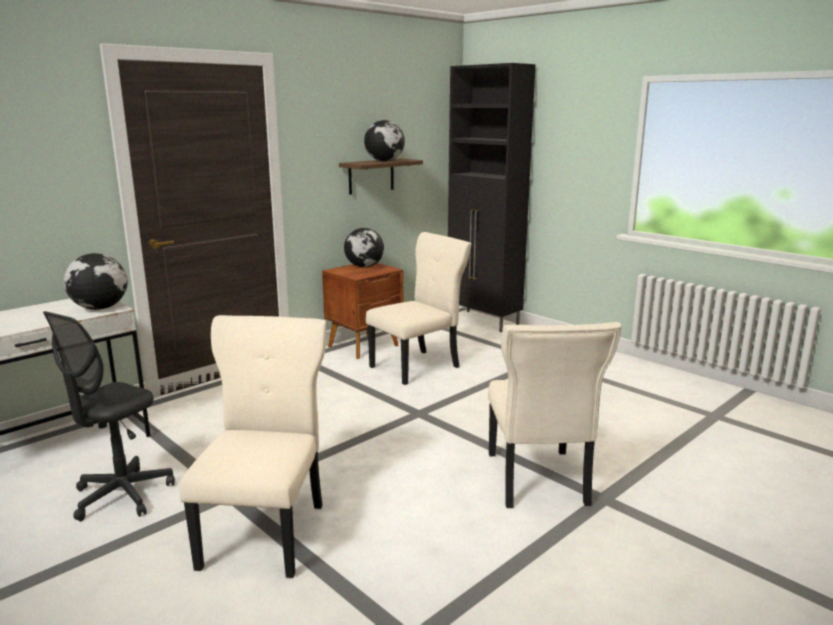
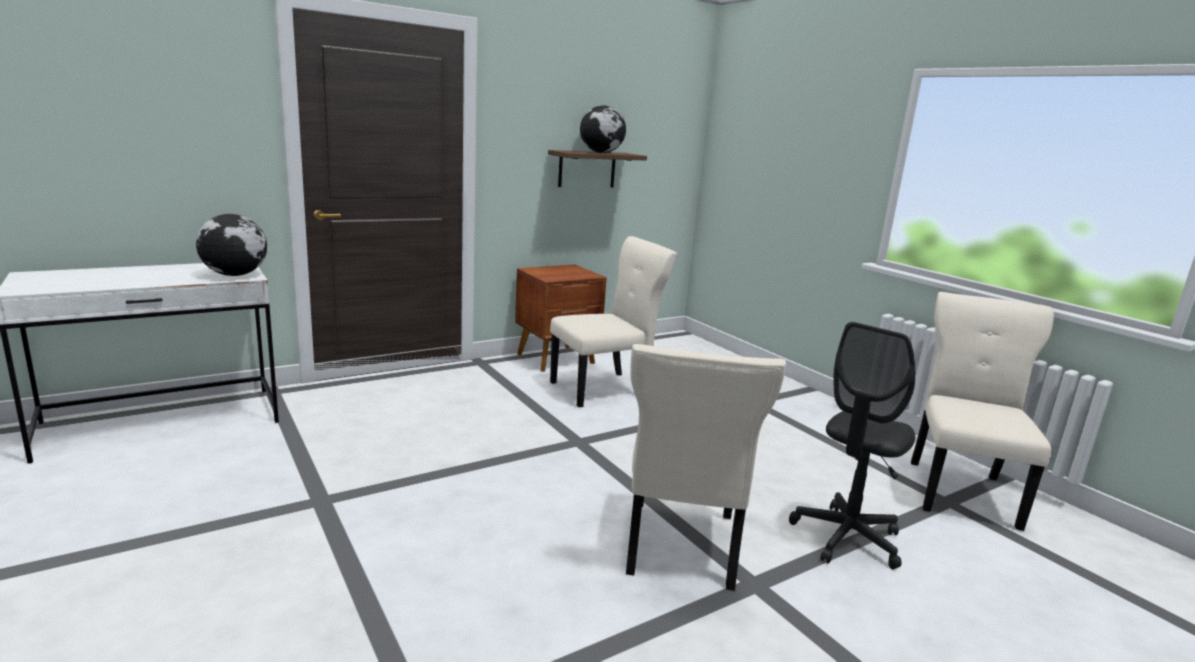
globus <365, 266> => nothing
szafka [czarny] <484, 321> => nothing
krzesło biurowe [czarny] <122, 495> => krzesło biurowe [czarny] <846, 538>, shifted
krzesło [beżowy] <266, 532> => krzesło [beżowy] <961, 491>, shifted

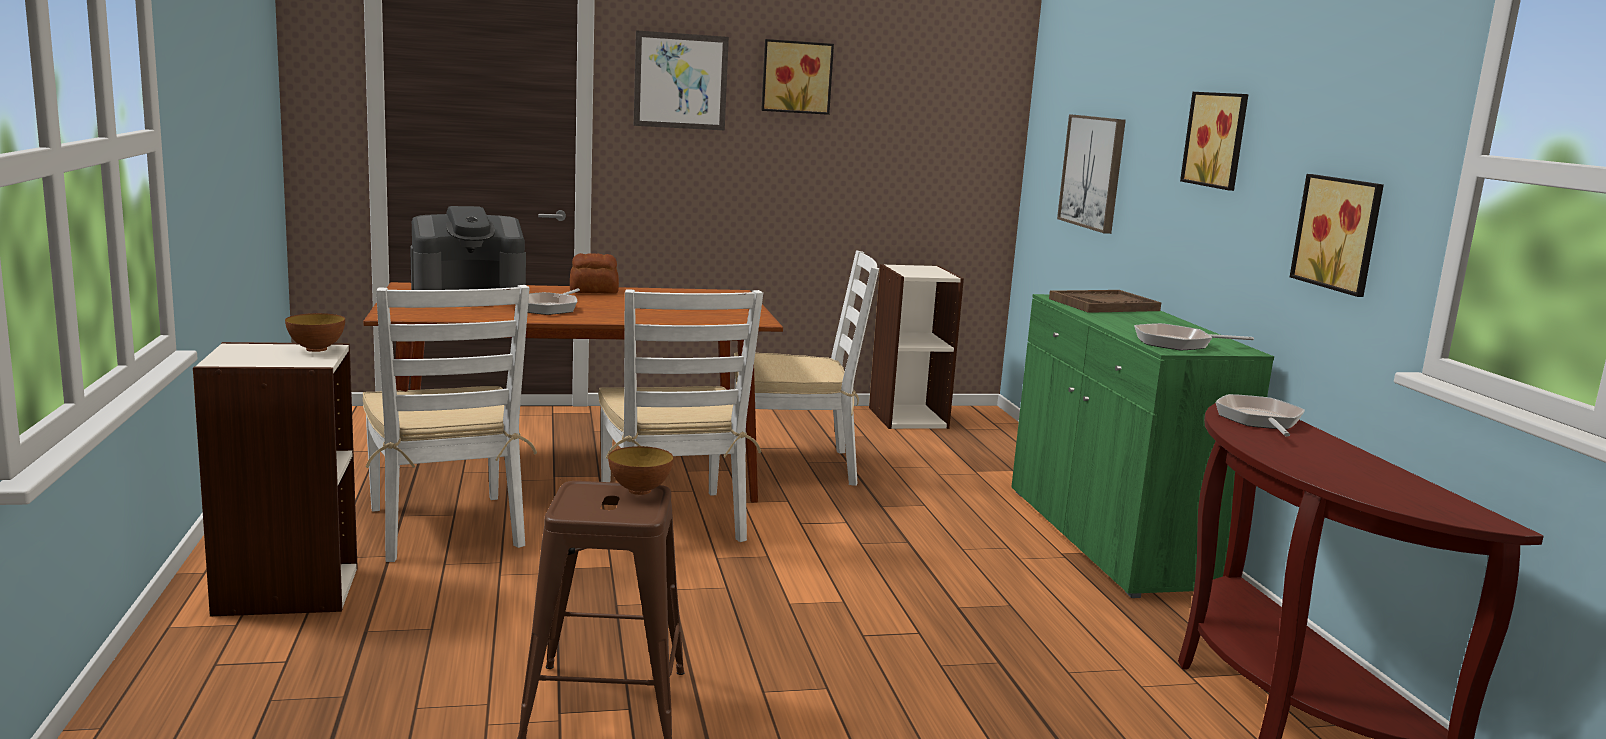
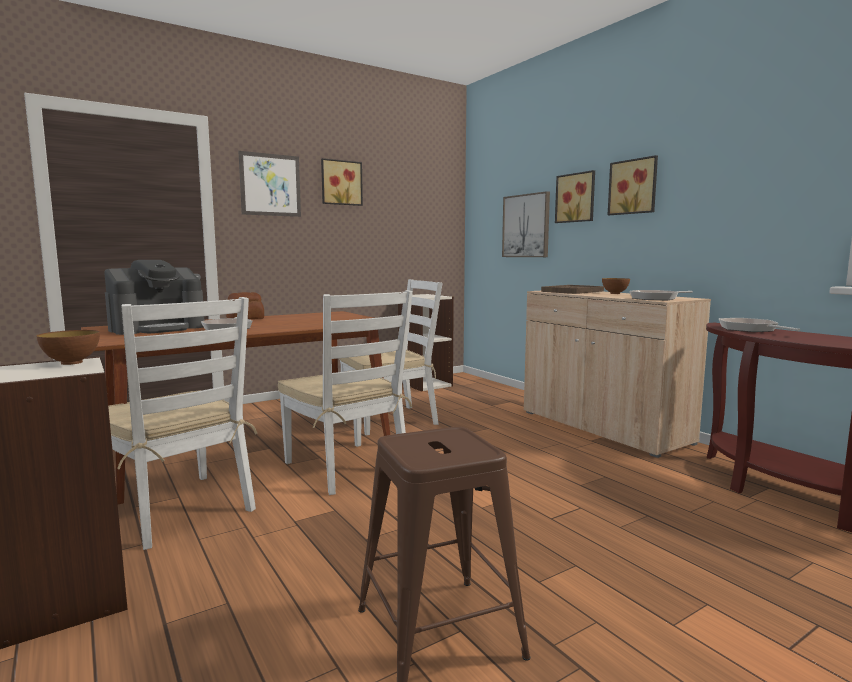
miska <640, 490> => miska <615, 293>, shifted
obraz <1341, 233> => obraz <576, 198>, shifted
szafka [zielony] <1111, 538> => szafka [beżowy] <602, 427>

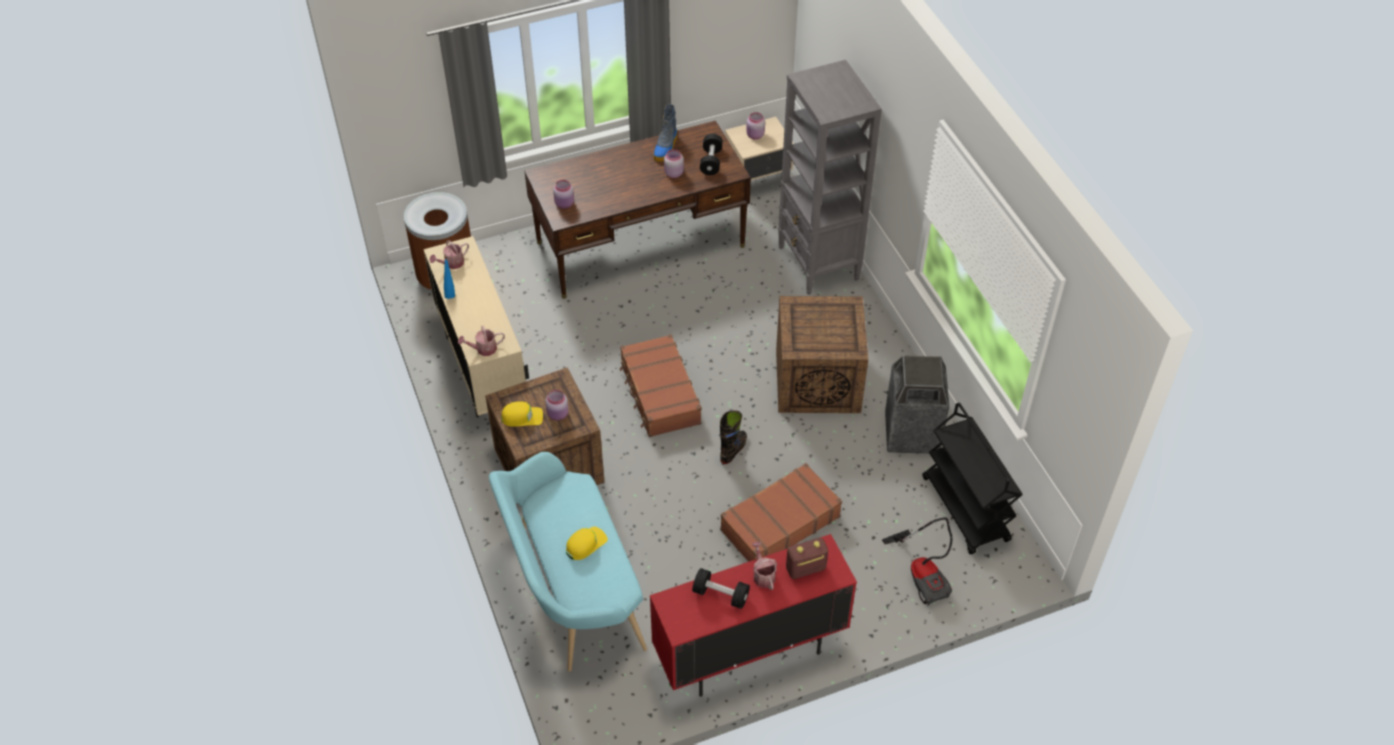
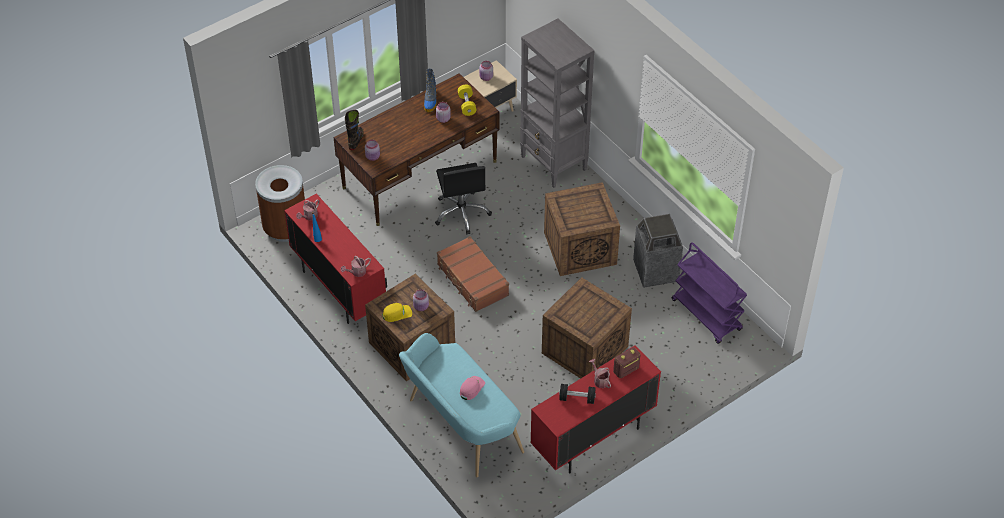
odkurzacz <923, 574> => nothing
nothing => krzesło biurowe [czarny] <462, 213>
but z cholewką [czarny] <733, 450> => but z cholewką [czarny] <356, 141>, shifted
walizka [brązowy] <779, 523> => skrzynka <585, 351>
szafka [beżowy] <483, 370> => szafka [czerwony] <339, 289>
czapka z daszkiem [żółty] <586, 544> => czapka z daszkiem [różowy] <471, 388>
hantel [czarny] <711, 161> => hantel [żółty] <467, 105>
wózek [czarny] <966, 510> => wózek [fioletowy] <707, 315>

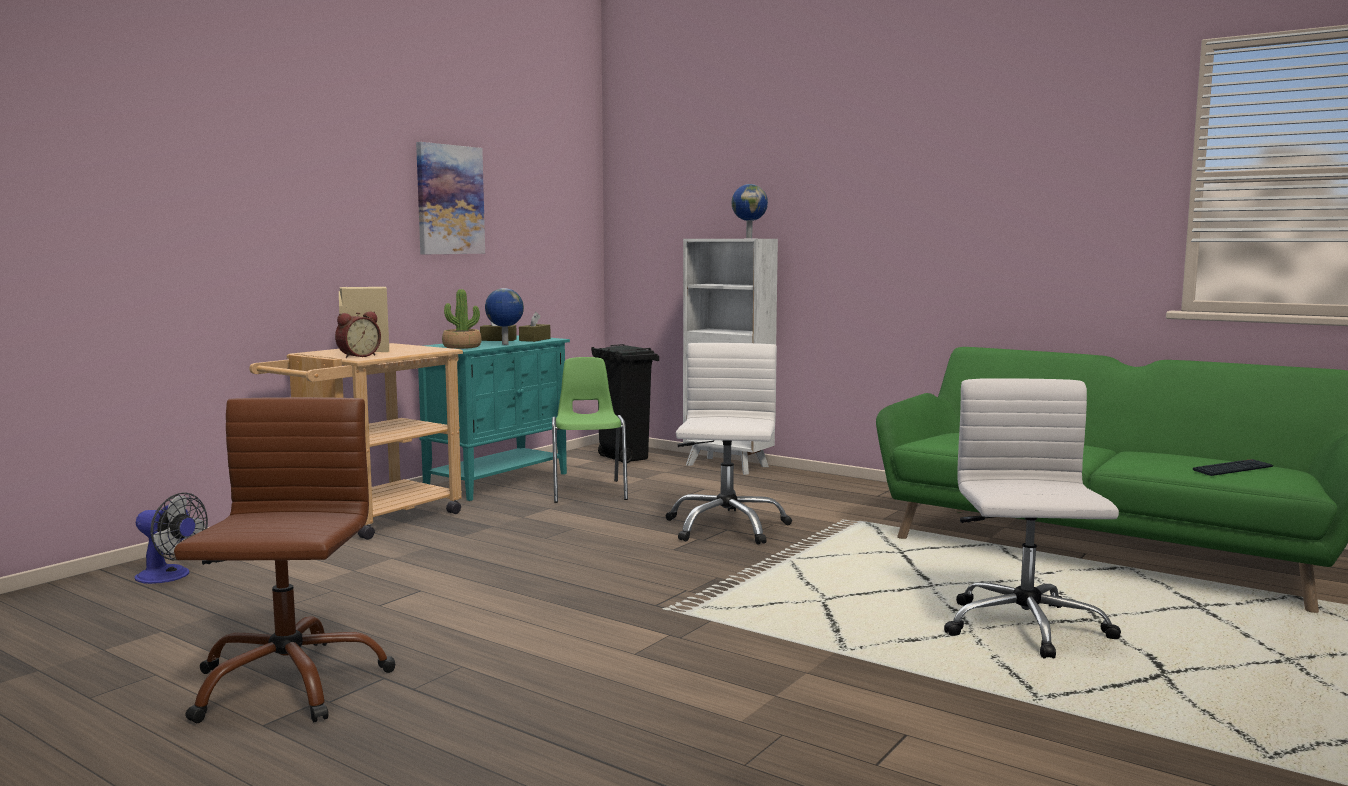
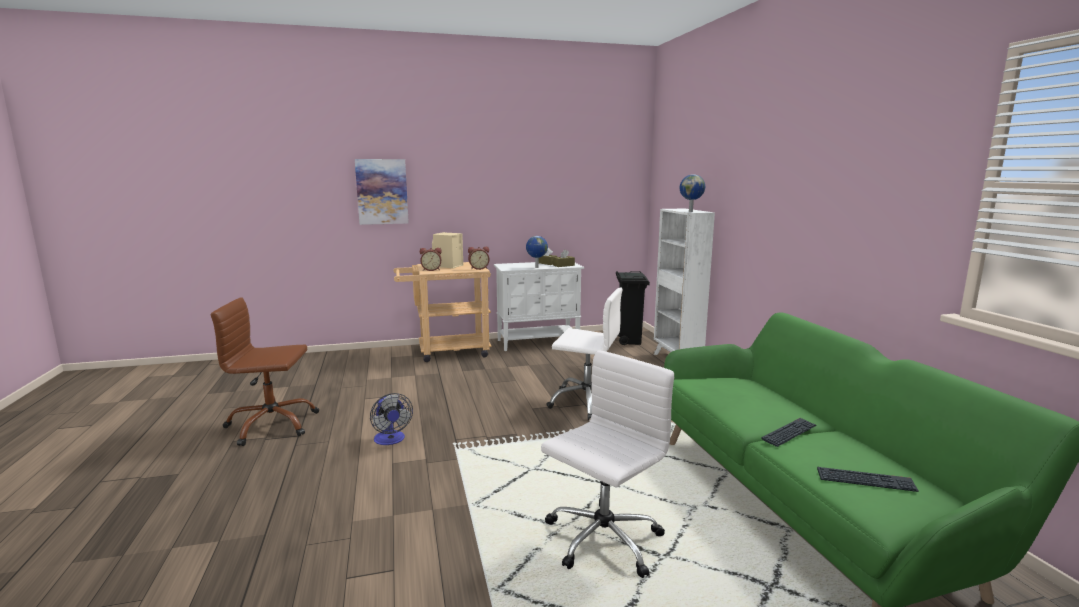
roślina doniczkowa <462, 347> => nothing
krzesło [zielony] <589, 491> => nothing
nothing => budzik <478, 268>
nothing => klawiatura <789, 433>
wentylator <170, 576> => wentylator <391, 440>, shifted
obraz <449, 200> => obraz <382, 191>, shifted
szafka [turkusowy] <498, 481> => szafka [biały] <539, 342>
krzesło biurowe [brązowy] <287, 683> => krzesło biurowe [brązowy] <272, 425>, 135 degrees counterclockwise
krzesło biurowe [biały] <725, 527> => krzesło biurowe [biały] <587, 402>, 60 degrees clockwise

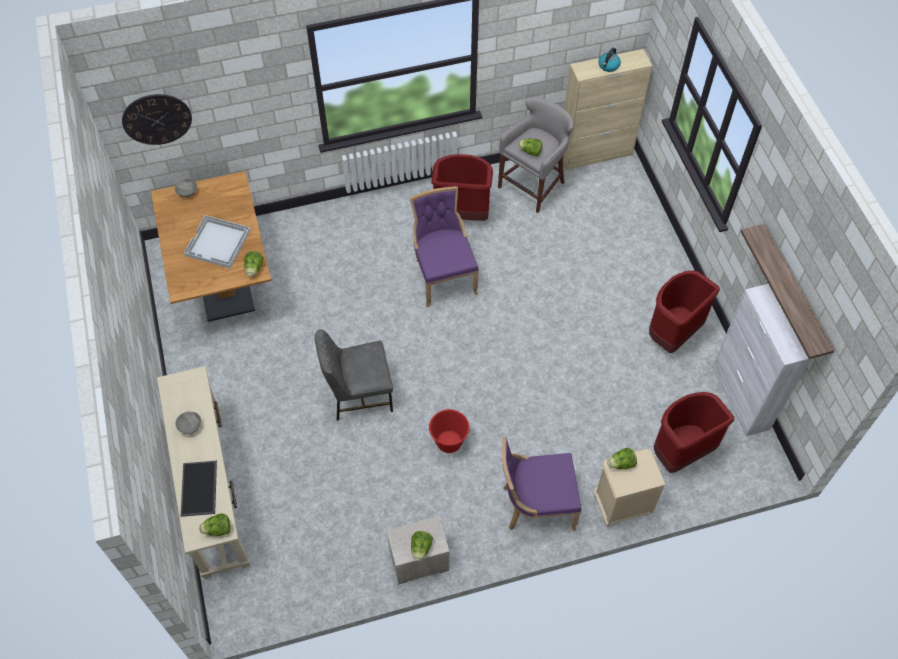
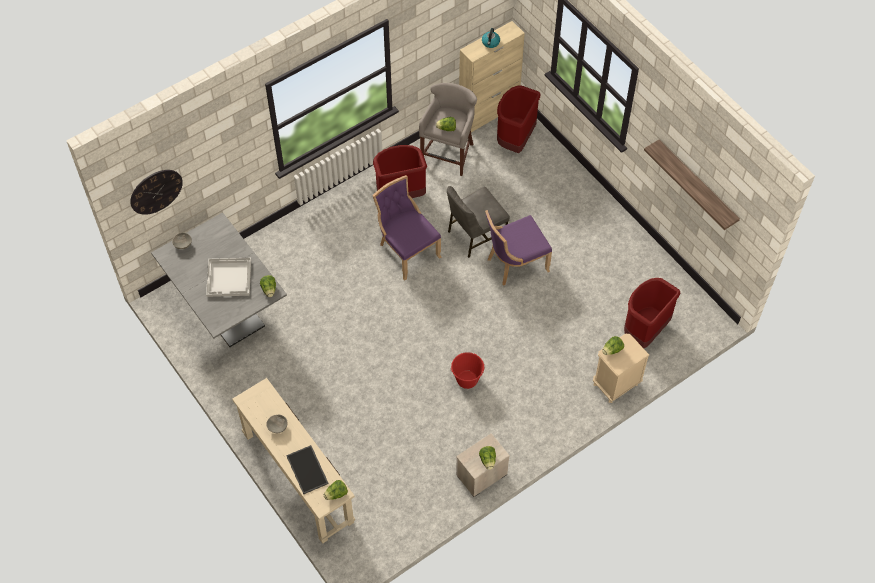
szafka [biały] <740, 398> => nothing
krzesło [szary] <359, 394> => krzesło [szary] <475, 235>, shifted
krzesło [fioletowy] <535, 505> => krzesło [fioletowy] <515, 264>, shifted
kosz na śmieci [czerwony] <672, 334> => kosz na śmieci [czerwony] <515, 140>, shifted
stół jadalny [brązowy] <224, 281> => stół jadalny [szary] <227, 310>

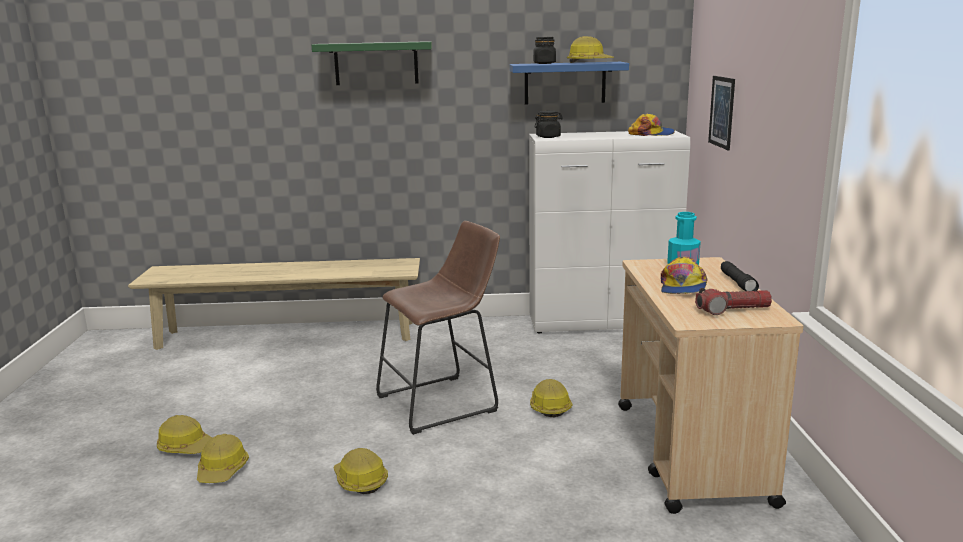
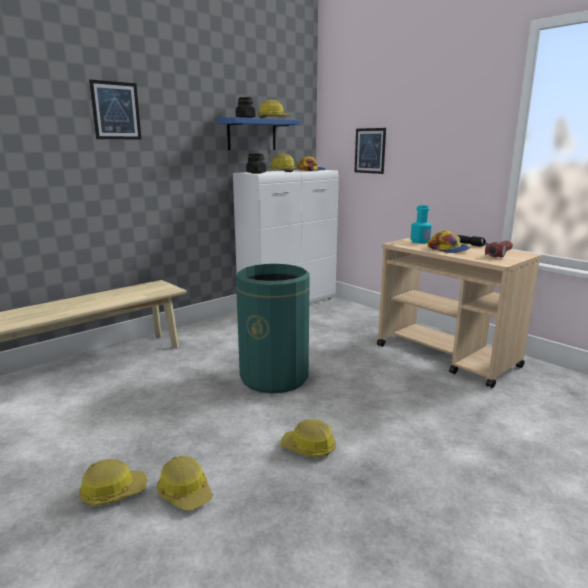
kask <549, 406> => kask <281, 171>, shifted
półka [zielony] <376, 63> => obraz <116, 110>
stołek [brązowy] <443, 402> => kosz na śmieci [zielony] <274, 377>

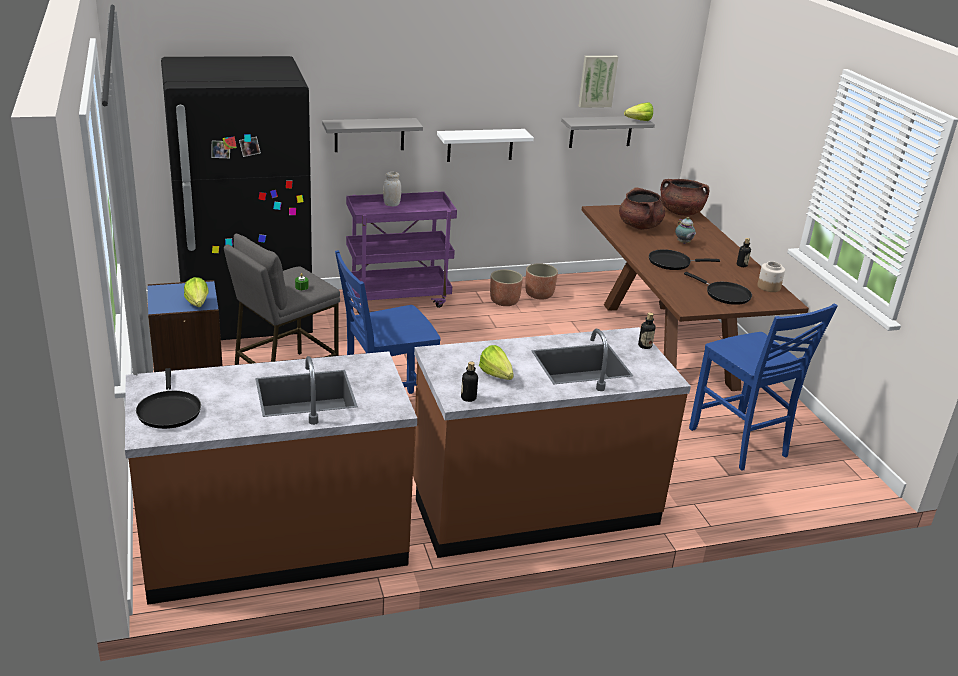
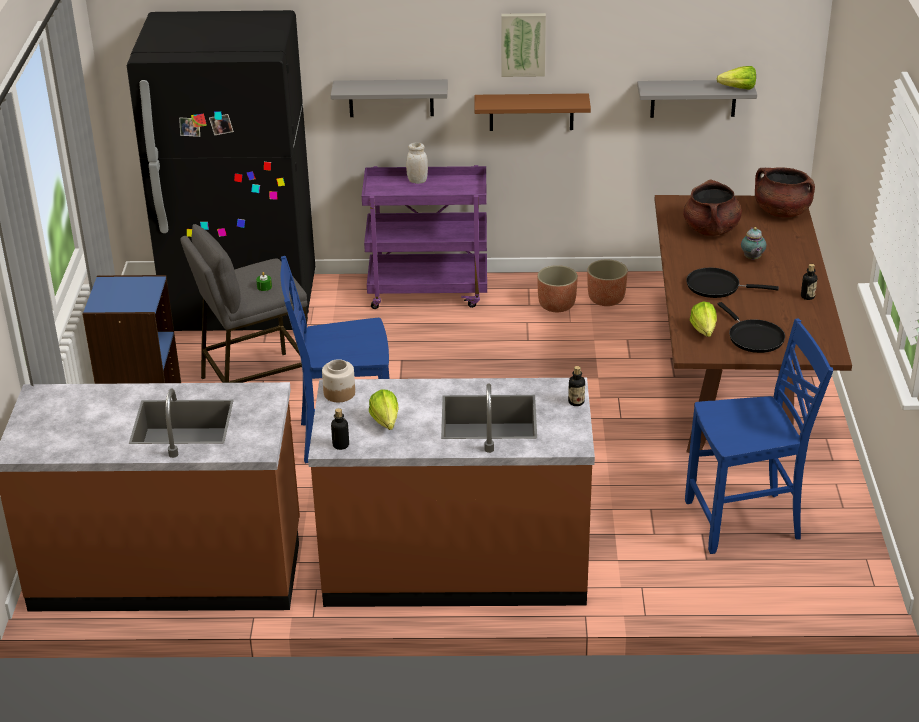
patelnia [czarny] <169, 410> => nothing
sałata <197, 306> => sałata <703, 333>, shifted
obraz <597, 81> => obraz <523, 44>, shifted
słoik <768, 287> => słoik <339, 393>, shifted
półka [biały] <480, 145> => półka [brązowy] <531, 112>
krzesło [niebieski] <740, 443> => krzesło [niebieski] <745, 522>, 90 degrees counterclockwise

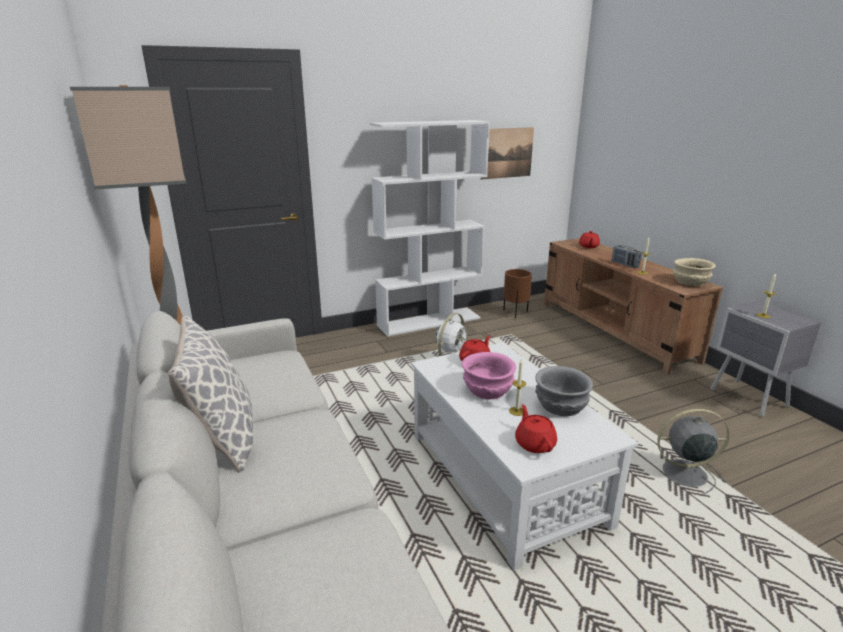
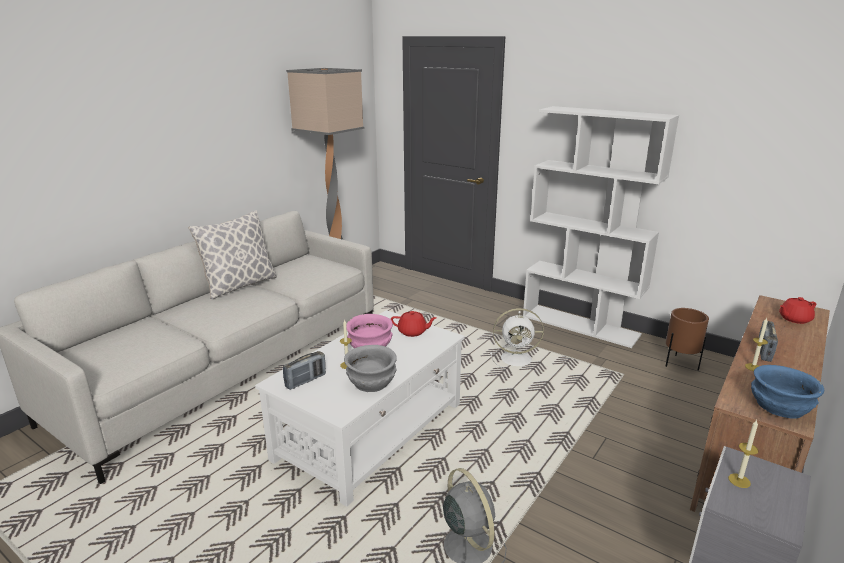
obraz <506, 153> => nothing
imbryk [czerwony] <534, 443> => radio <305, 381>
miska [beżowy] <690, 282> => miska [niebieski] <778, 407>

